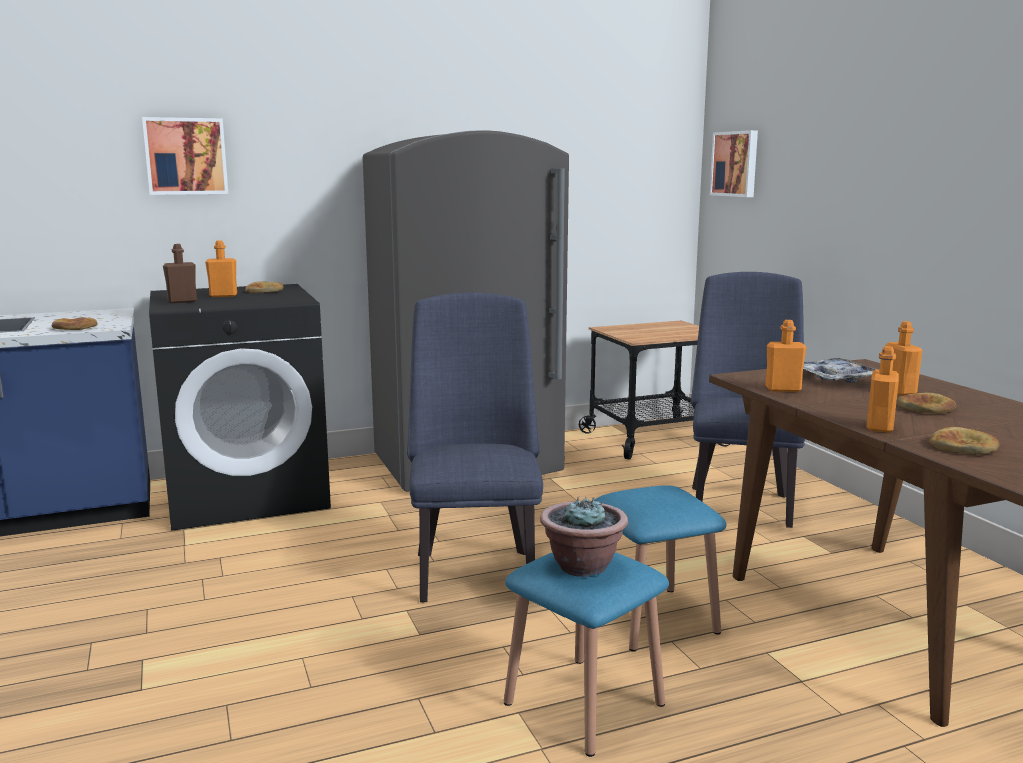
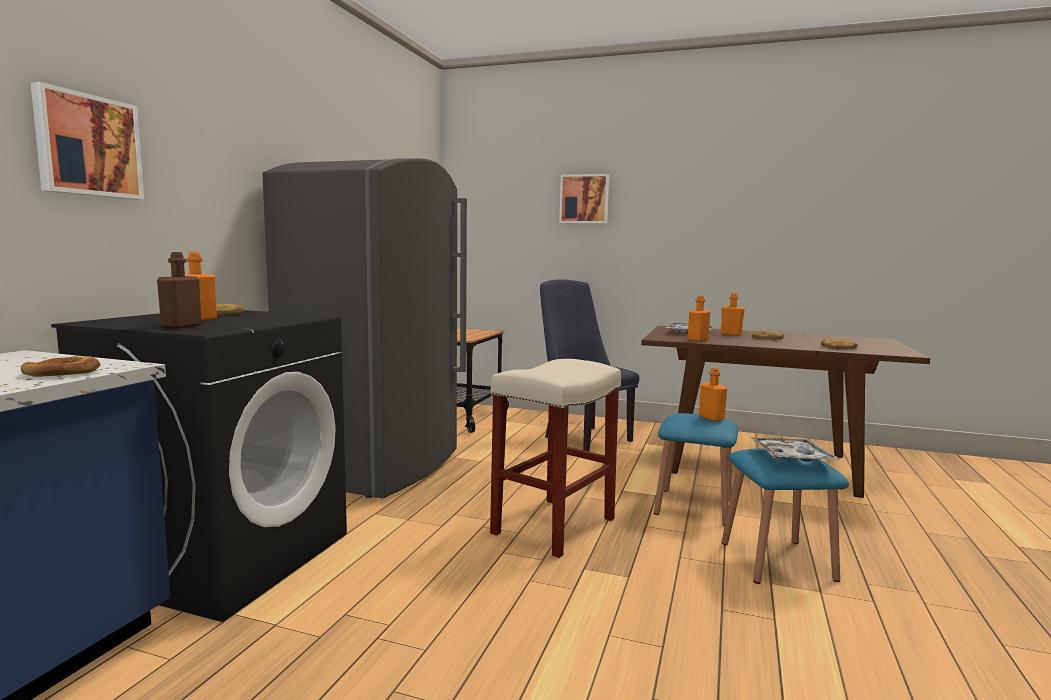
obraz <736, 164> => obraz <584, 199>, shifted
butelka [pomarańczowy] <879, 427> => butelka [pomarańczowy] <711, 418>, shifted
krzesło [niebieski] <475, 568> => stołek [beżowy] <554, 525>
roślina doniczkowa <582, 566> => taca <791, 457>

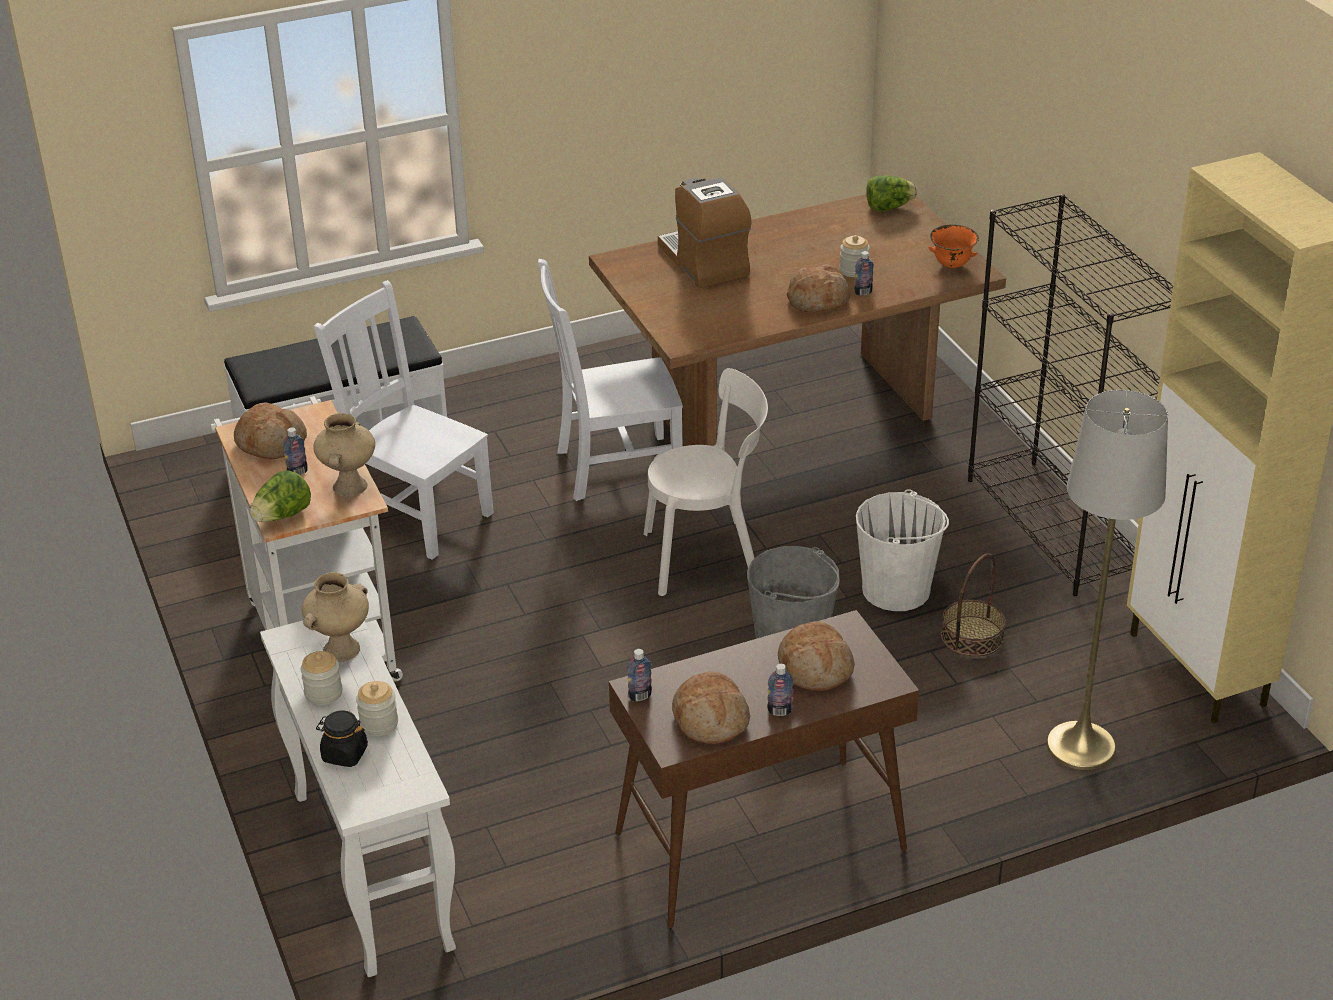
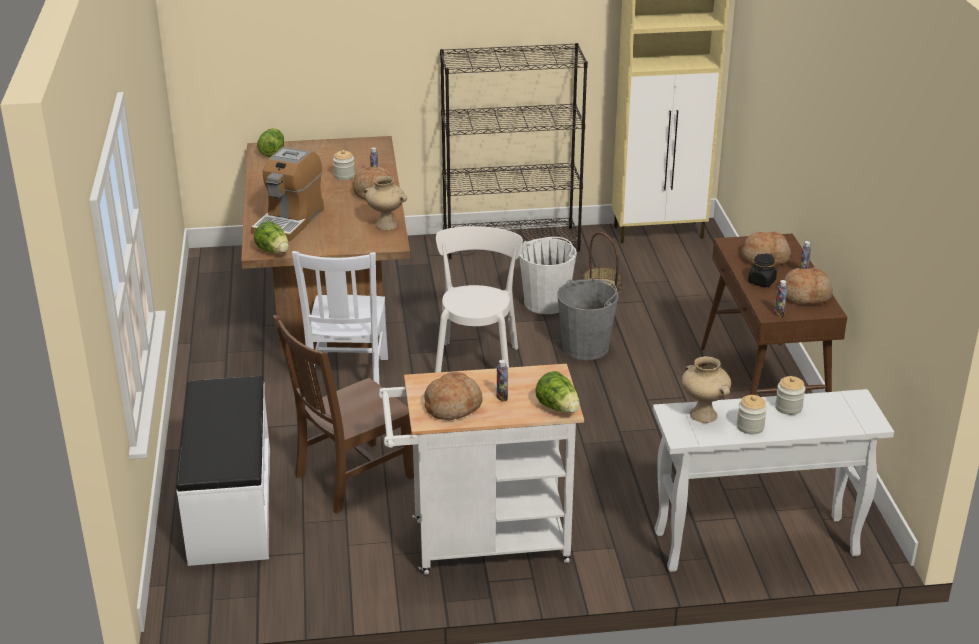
miska [pomarańczowy] <951, 265> => nothing
lampa stojąca [szary] <1080, 746> => nothing
nothing => sałata <274, 251>
wazon [beżowy] <349, 486> => wazon [beżowy] <385, 225>, shifted
słoik [czarny] <344, 754> => słoik [czarny] <761, 282>, shifted
krzesło [biały] <417, 514> => krzesło [brązowy] <350, 478>
ekspres do kawy <704, 261> => ekspres do kawy <289, 220>, 60 degrees counterclockwise

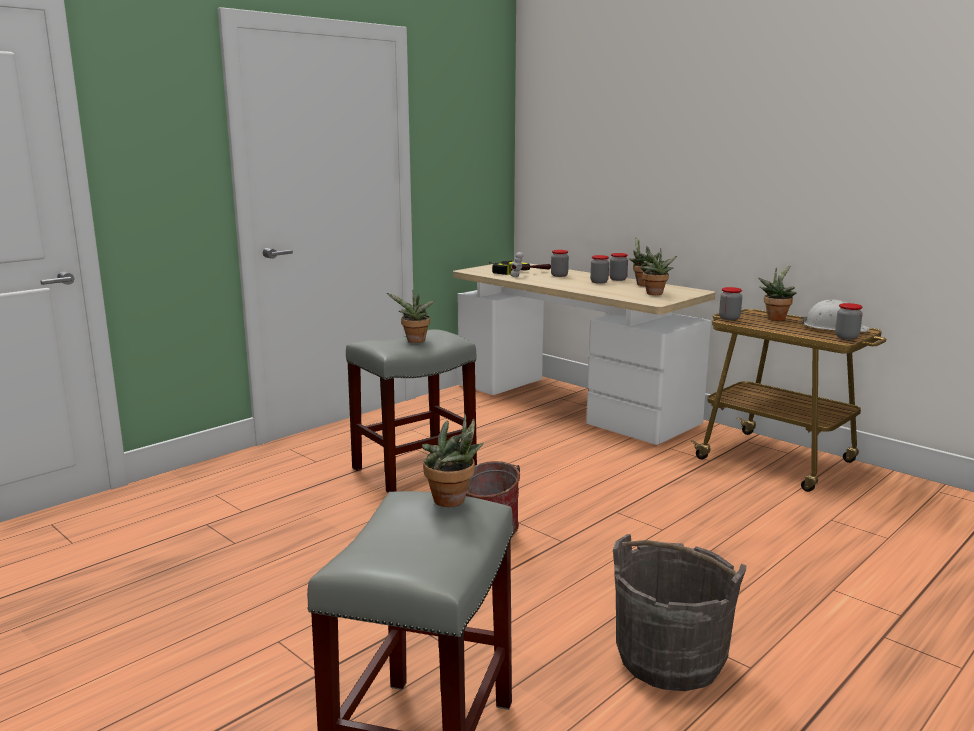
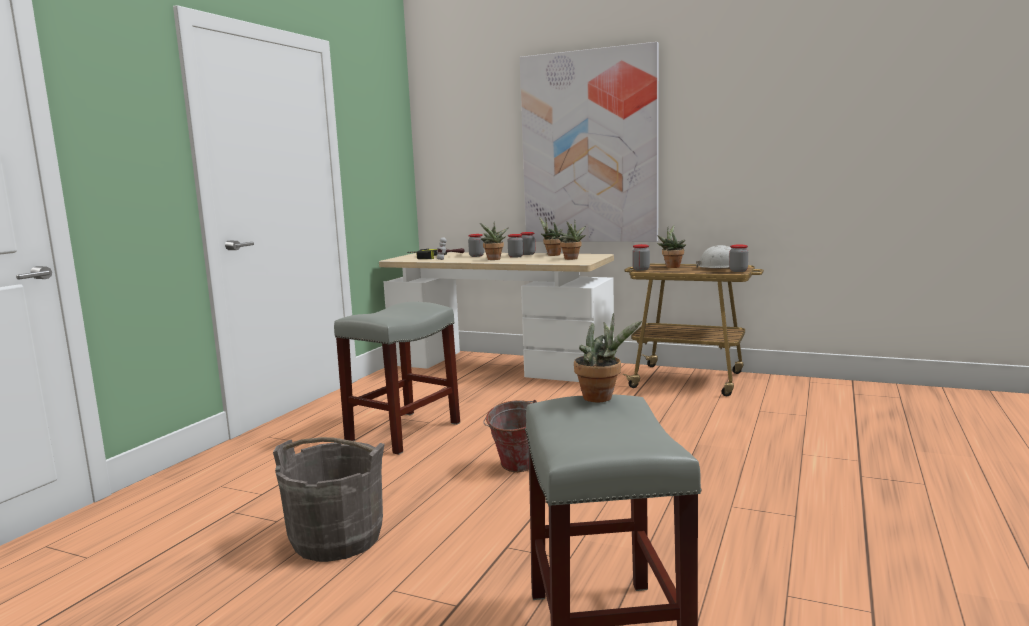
nothing => obraz <589, 148>
roślina doniczkowa <414, 341> => roślina doniczkowa <494, 259>, shifted
wiadro [szary] <669, 659> => wiadro [szary] <337, 539>, shifted

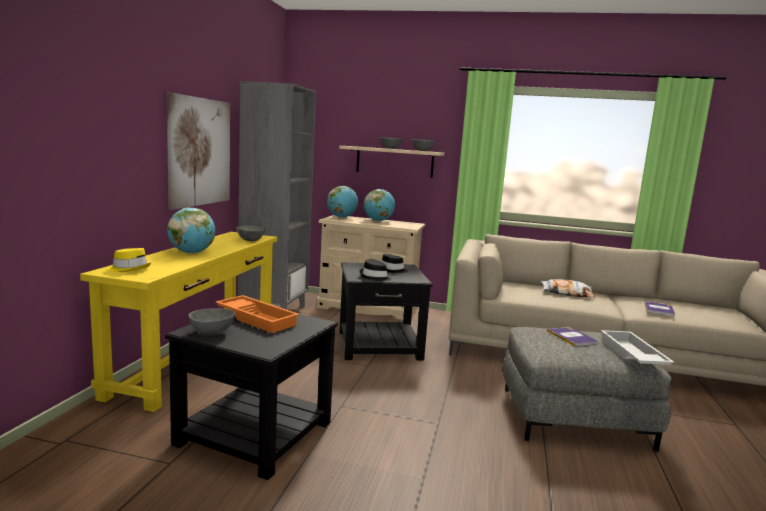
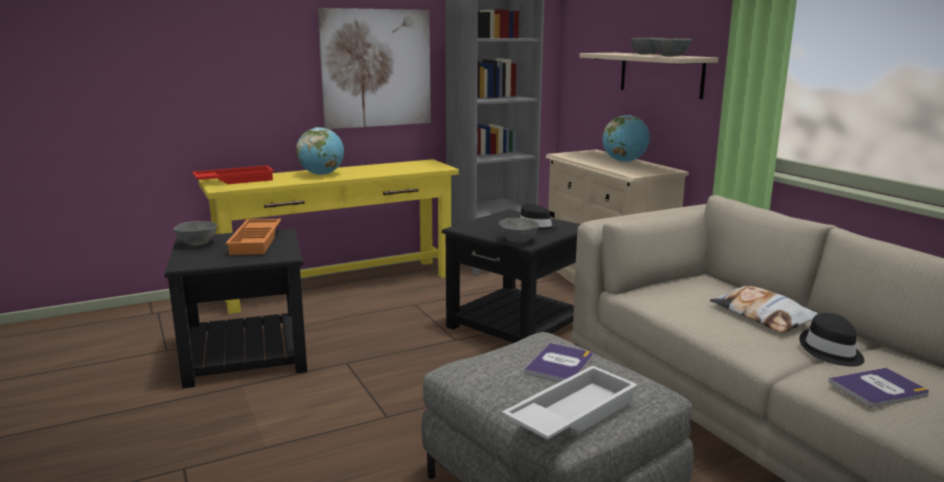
globus <342, 217> => nothing
miska [szary] <250, 240> => miska [szary] <518, 240>, shifted
kapelusz [czarny] <375, 277> => kapelusz [czarny] <831, 351>, shifted
kapelusz [żółty] <129, 269> => taca [czerwony] <234, 180>

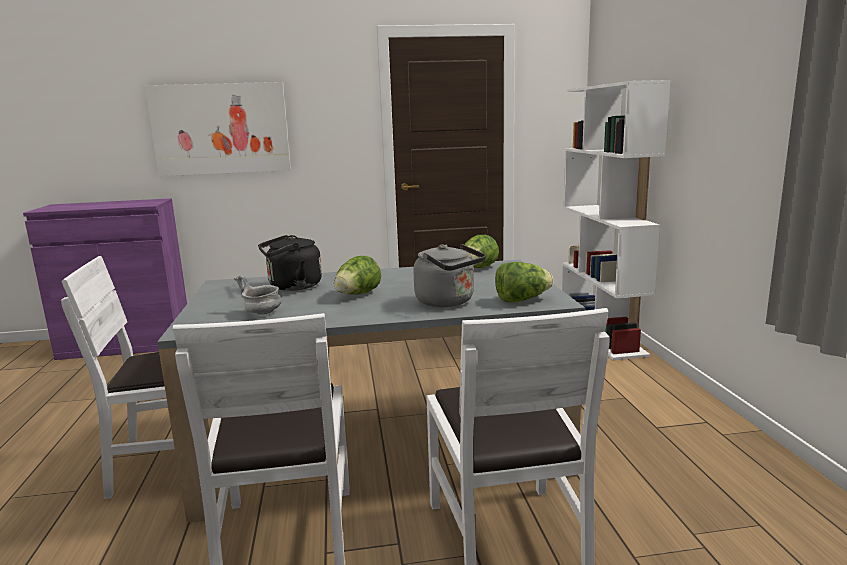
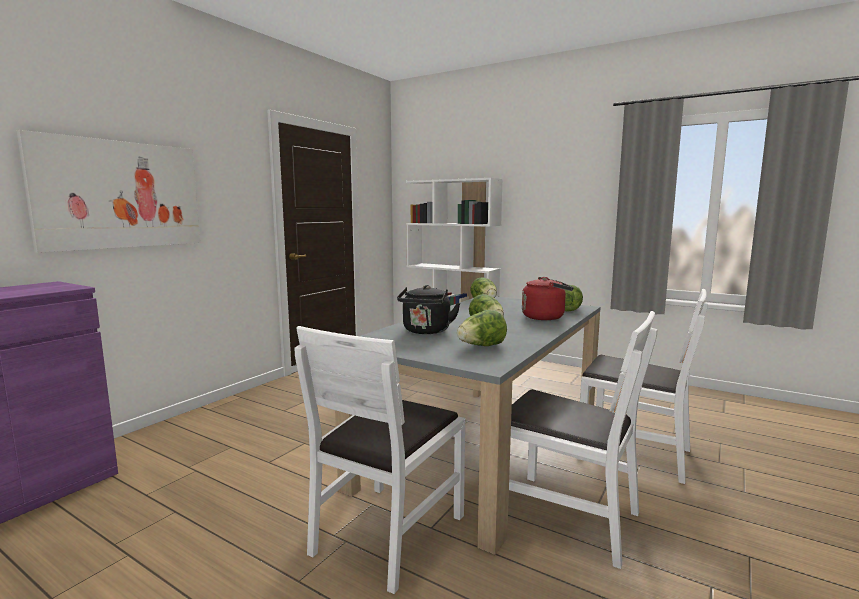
miska [szary] <261, 313> => sałata <481, 346>
czajnik [szary] <448, 302> => czajnik [czerwony] <545, 317>

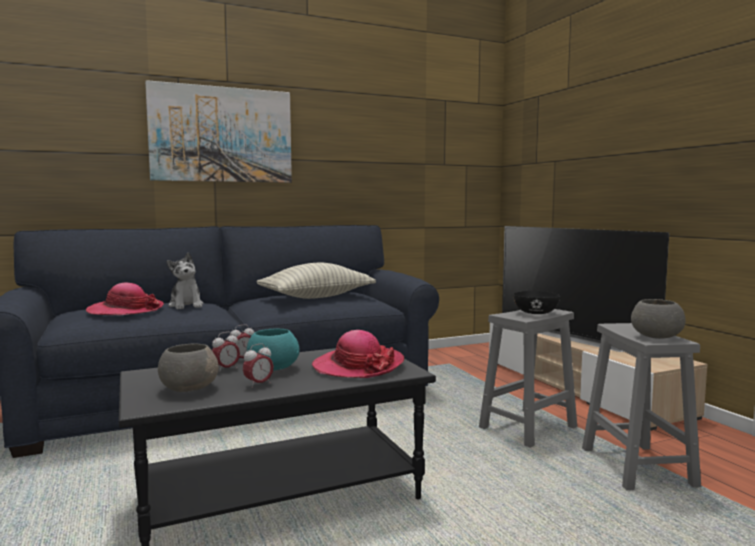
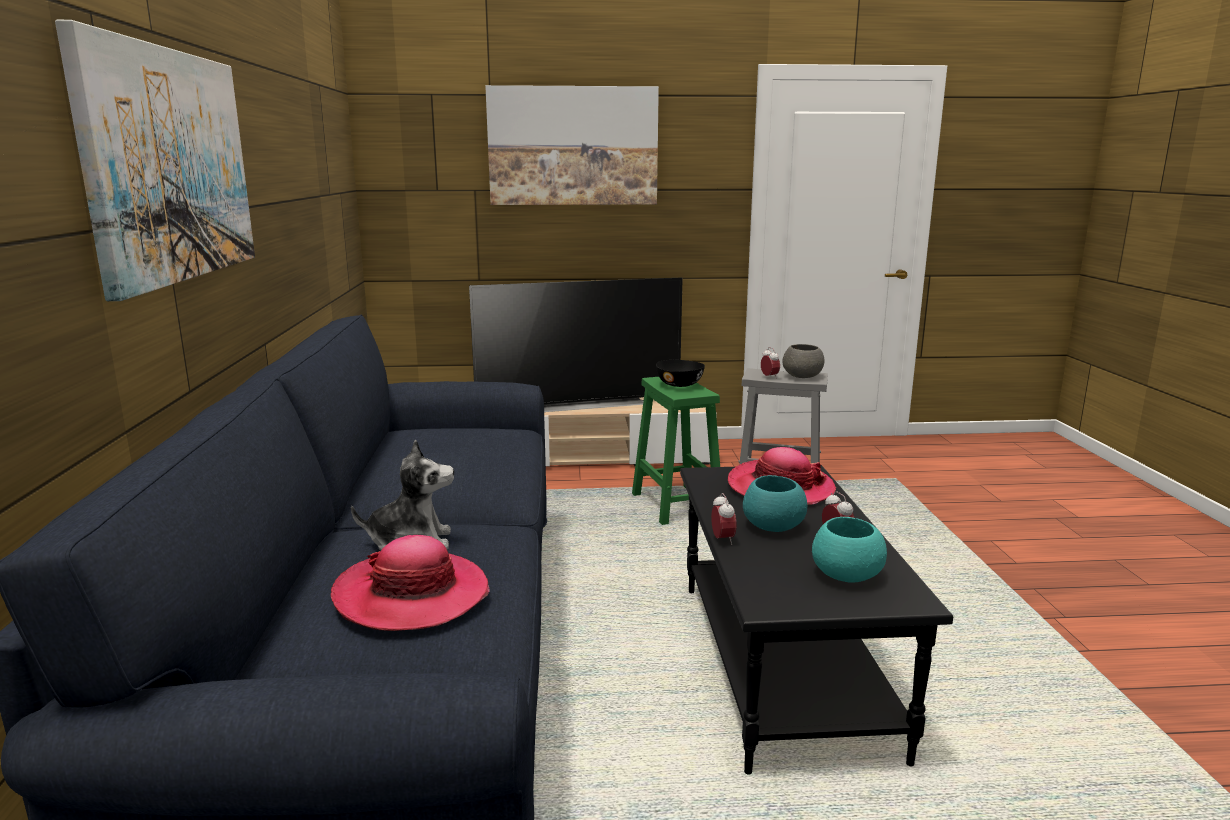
poduszka <316, 297> => nothing
nothing => obraz <573, 146>
budzik <226, 369> => budzik <769, 377>, shifted
miska [szary] <188, 388> => miska [turkusowy] <845, 575>
stołek [szary] <527, 428> => stołek [zielony] <677, 505>

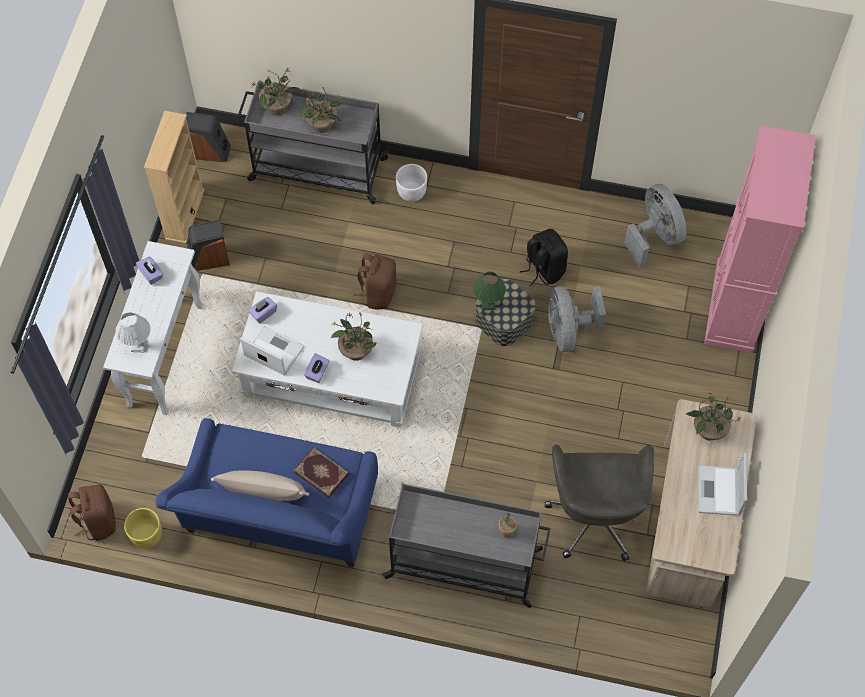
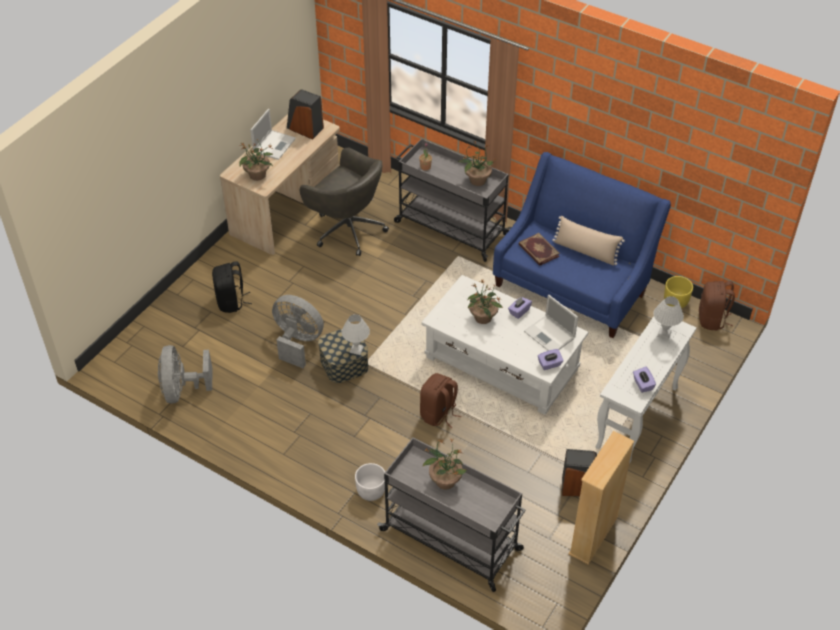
szafka [różowy] <734, 306> => nothing
głośnik <209, 151> => głośnik <305, 129>, shifted
roślina doniczkowa <277, 107> => roślina doniczkowa <477, 180>, shifted
plecak [czarny] <543, 269> => plecak [czarny] <231, 302>, shifted
lampa stołowa [zielony] <488, 304> => lampa stołowa [biały] <357, 349>
krzesło biurowe [szary] <595, 516> => krzesło biurowe [szary] <347, 229>, 105 degrees clockwise
wentylator [szary] <568, 331> => wentylator [szary] <297, 342>, 75 degrees counterclockwise

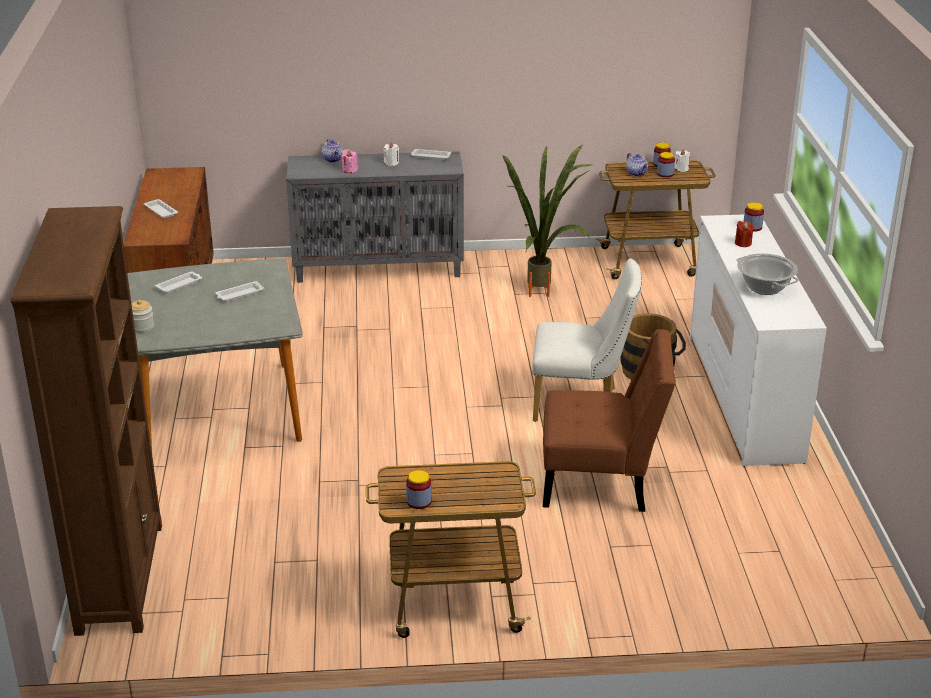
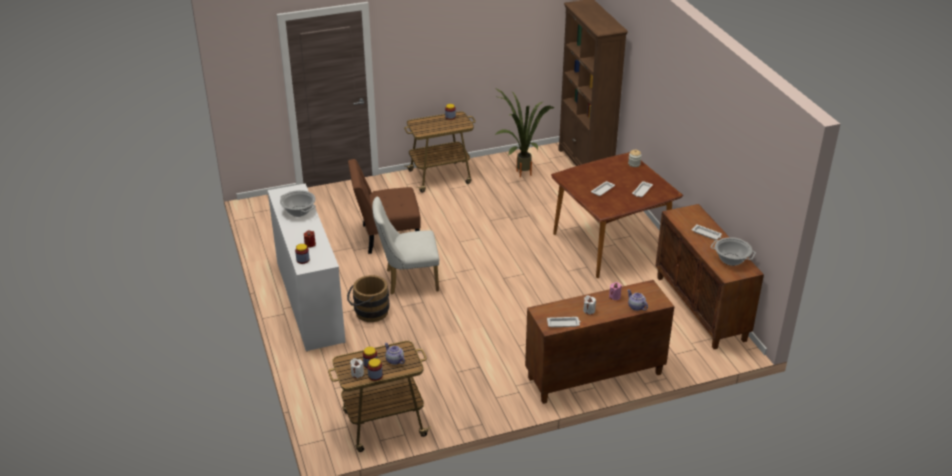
nothing => garnek <731, 259>
roślina doniczkowa <546, 293> => roślina doniczkowa <518, 173>, shifted
stół jadalny [szary] <219, 410> => stół jadalny [brązowy] <611, 244>
szafka [szary] <379, 268> => szafka [brązowy] <594, 376>

